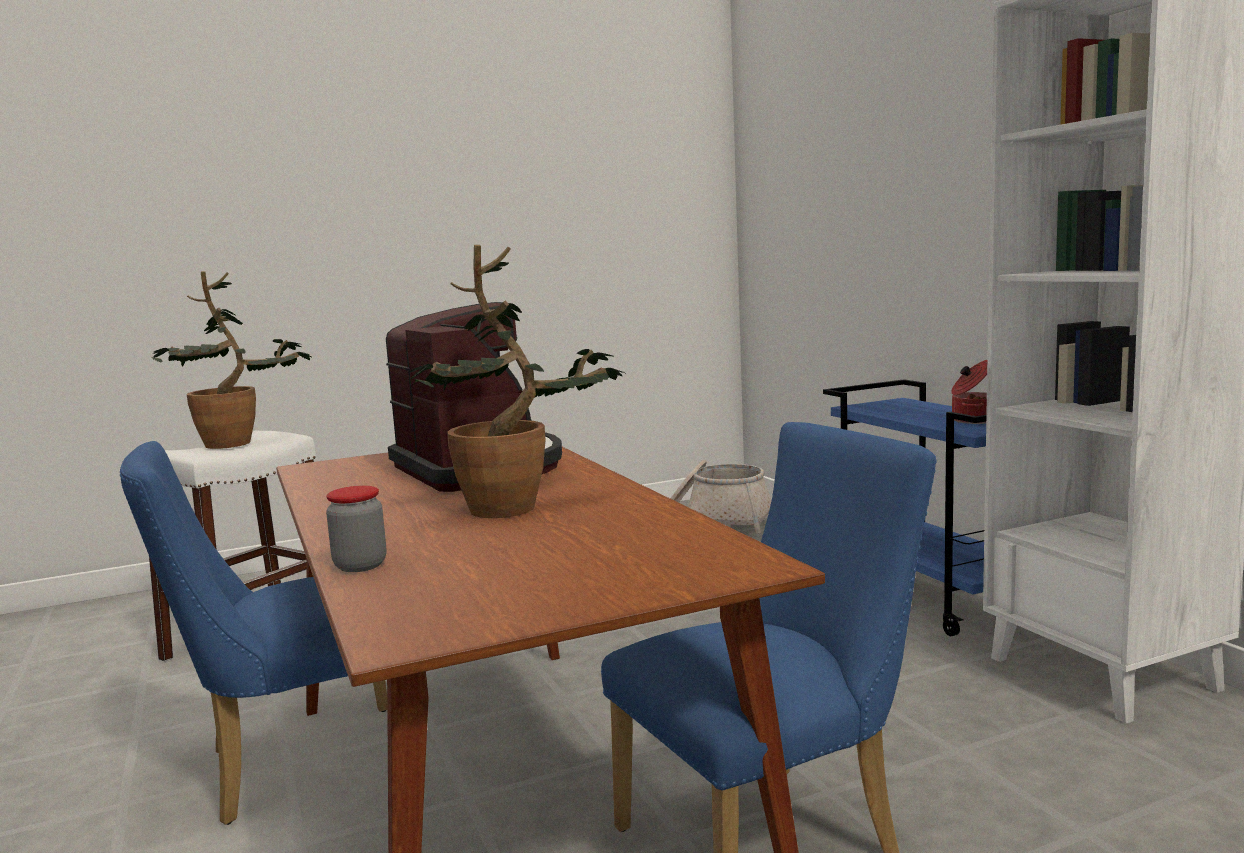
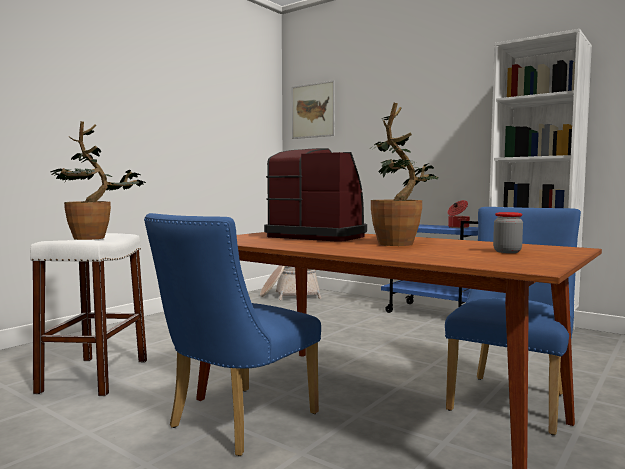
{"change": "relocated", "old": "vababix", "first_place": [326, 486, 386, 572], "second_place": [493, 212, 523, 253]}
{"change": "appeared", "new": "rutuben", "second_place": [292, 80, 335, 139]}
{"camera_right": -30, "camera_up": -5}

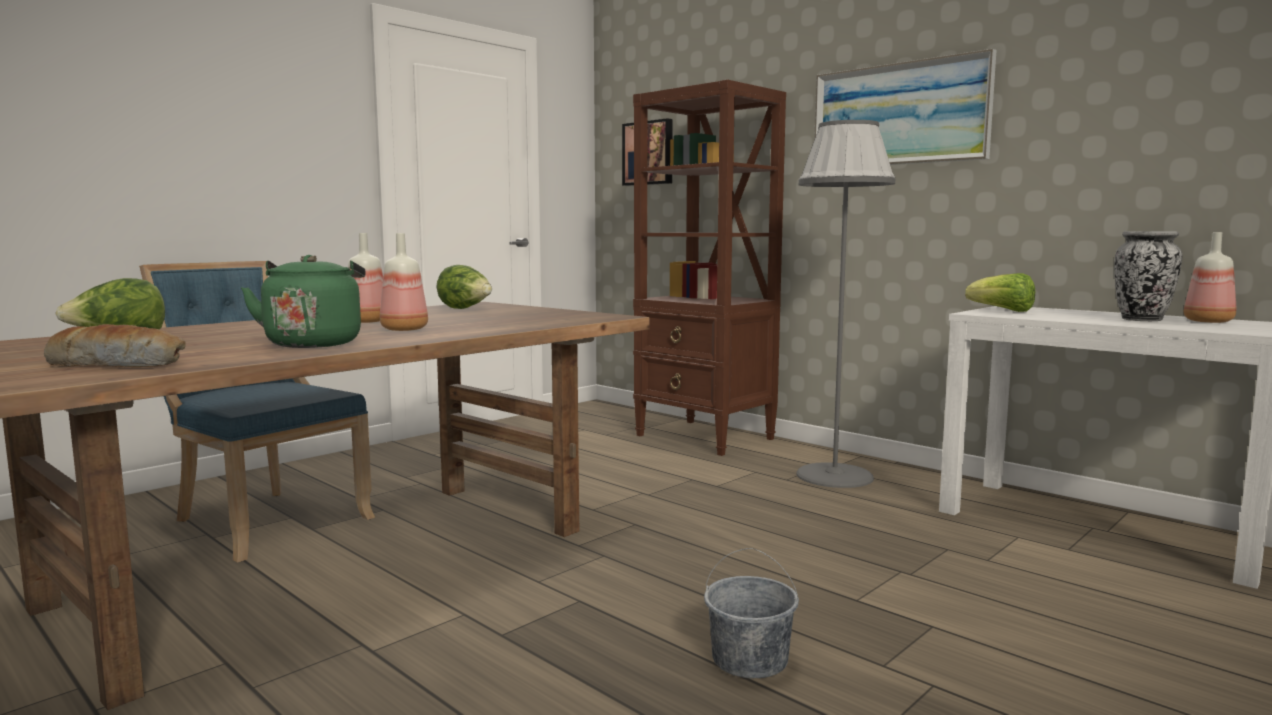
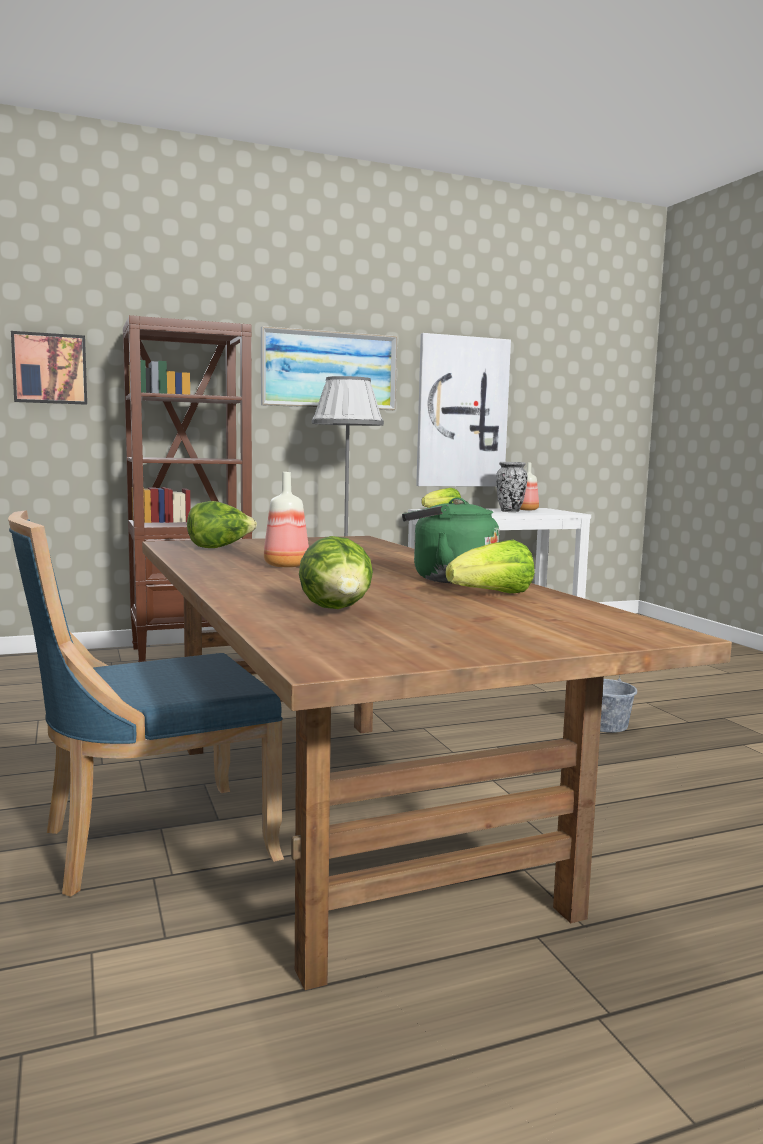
{"change": "missing", "old": "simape", "first_place": [380, 233, 428, 331]}
{"change": "missing", "old": "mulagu", "first_place": [44, 324, 186, 367]}
{"change": "appeared", "new": "rutuben", "second_place": [416, 333, 511, 486]}
{"change": "appeared", "new": "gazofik", "second_place": [446, 540, 535, 593]}
{"camera_right": -65, "camera_up": 0}

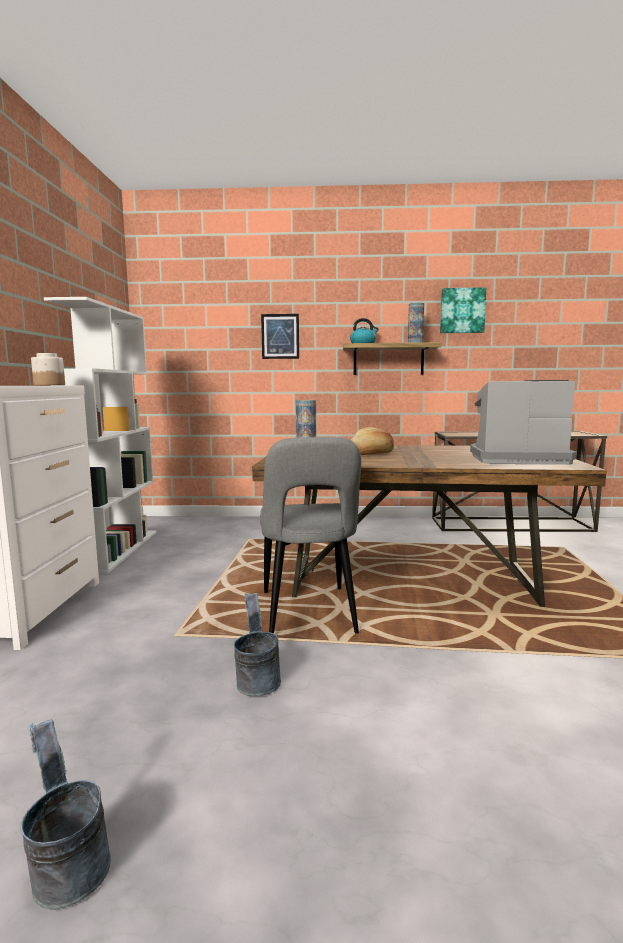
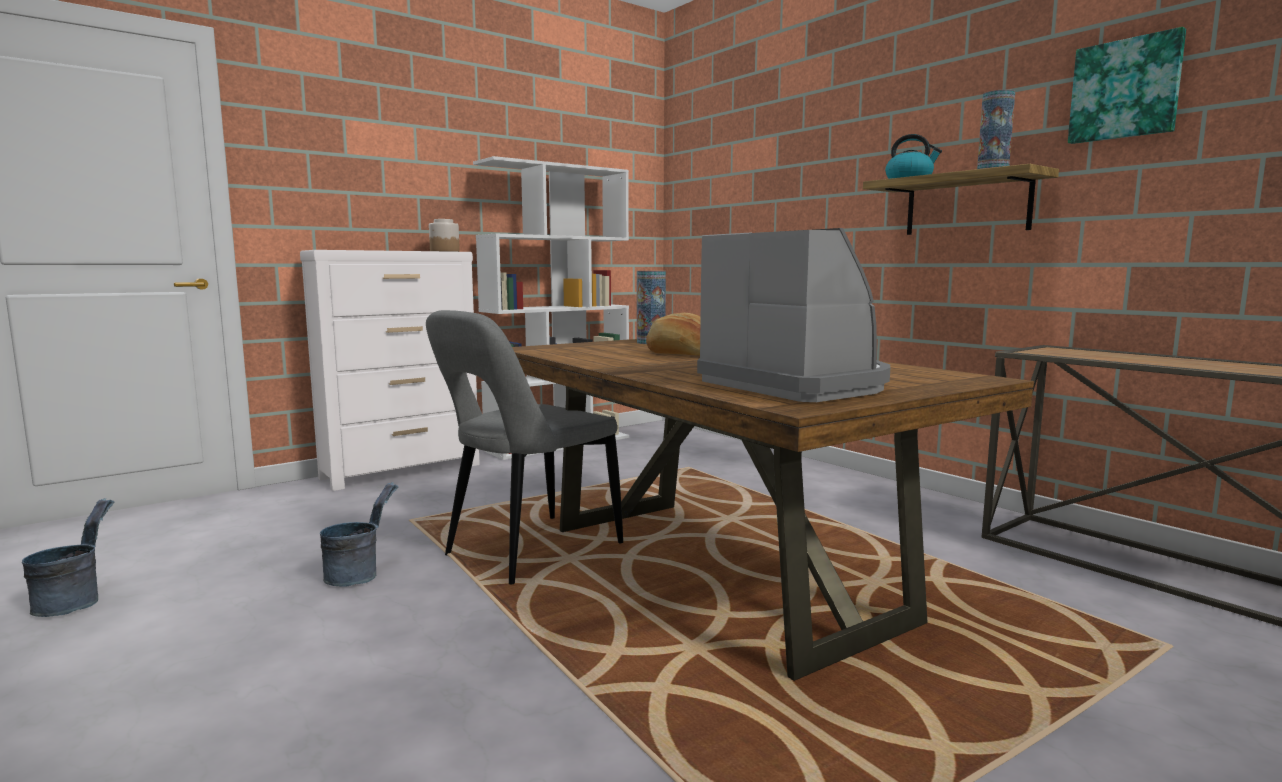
{"change": "missing", "old": "rutuben", "first_place": [261, 314, 299, 359]}
{"camera_right": 50, "camera_up": 0}

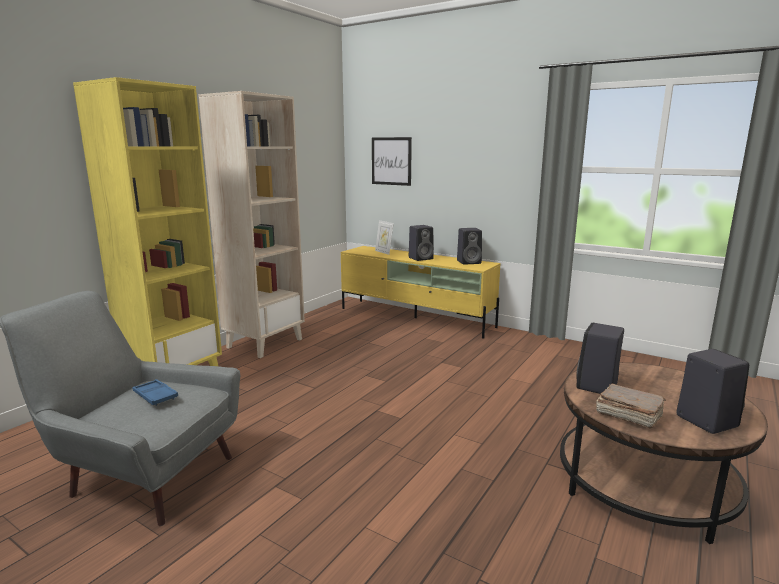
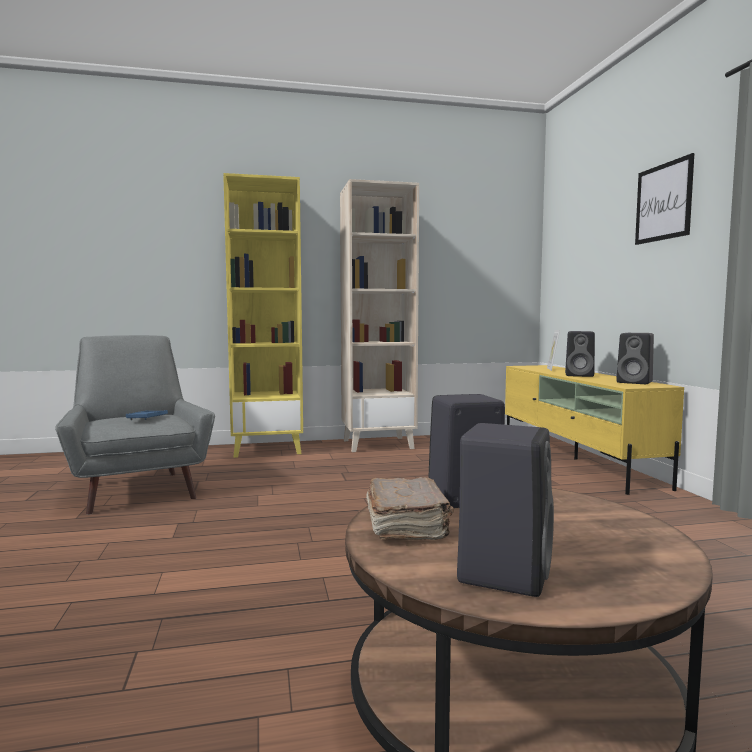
{"change": "relocated", "old": "rutuben", "first_place": [372, 137, 412, 186], "second_place": [635, 153, 694, 245]}
{"camera_right": 45, "camera_up": -10}

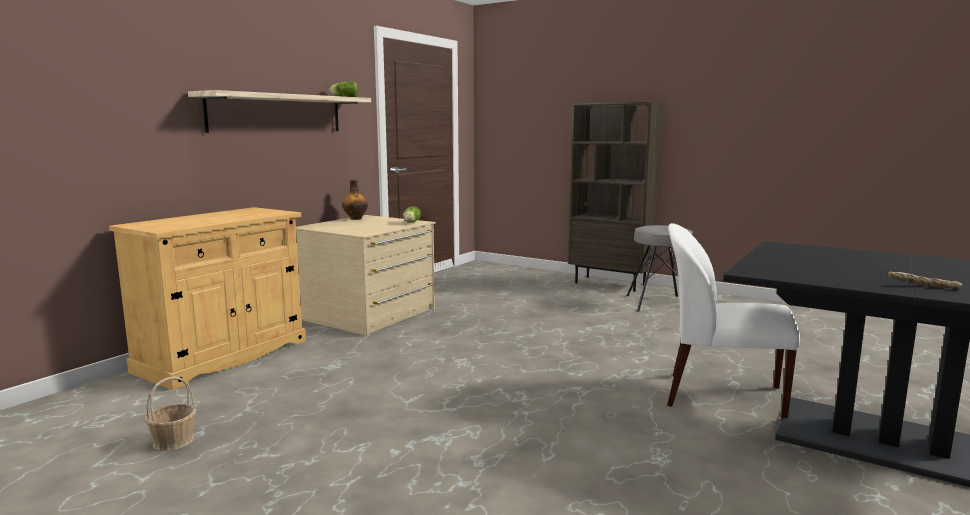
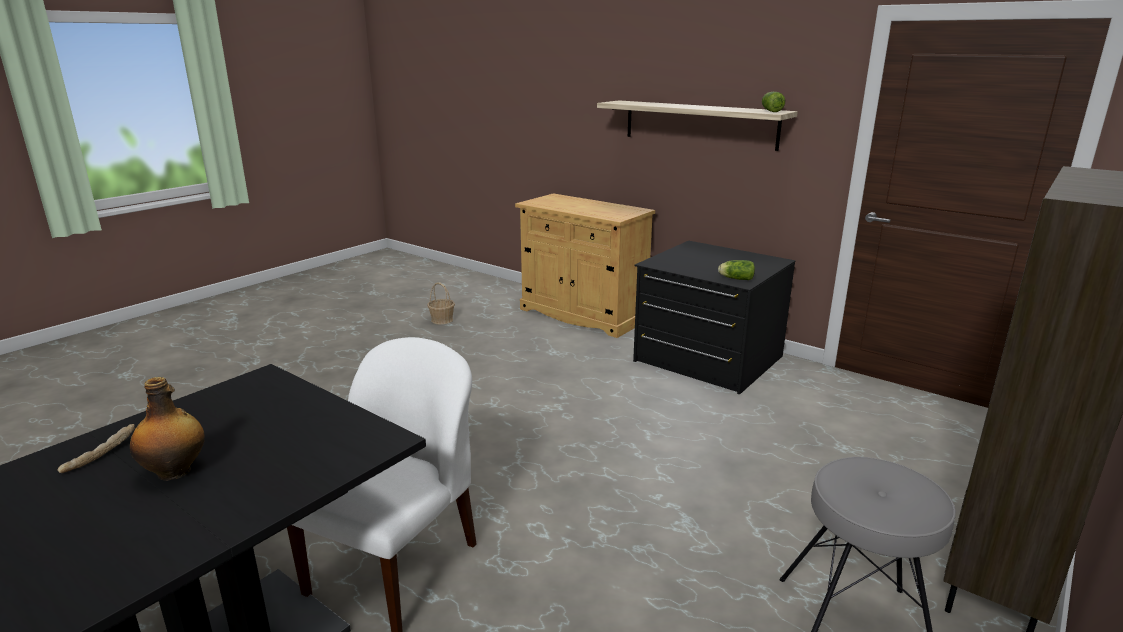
{"change": "relocated", "old": "simape", "first_place": [343, 179, 368, 220], "second_place": [130, 377, 205, 481]}
{"change": "colour", "old": "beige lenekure", "new": "black lenekure", "first_place": [296, 215, 436, 336], "second_place": [633, 240, 795, 394]}
{"camera_right": 95, "camera_up": 10}

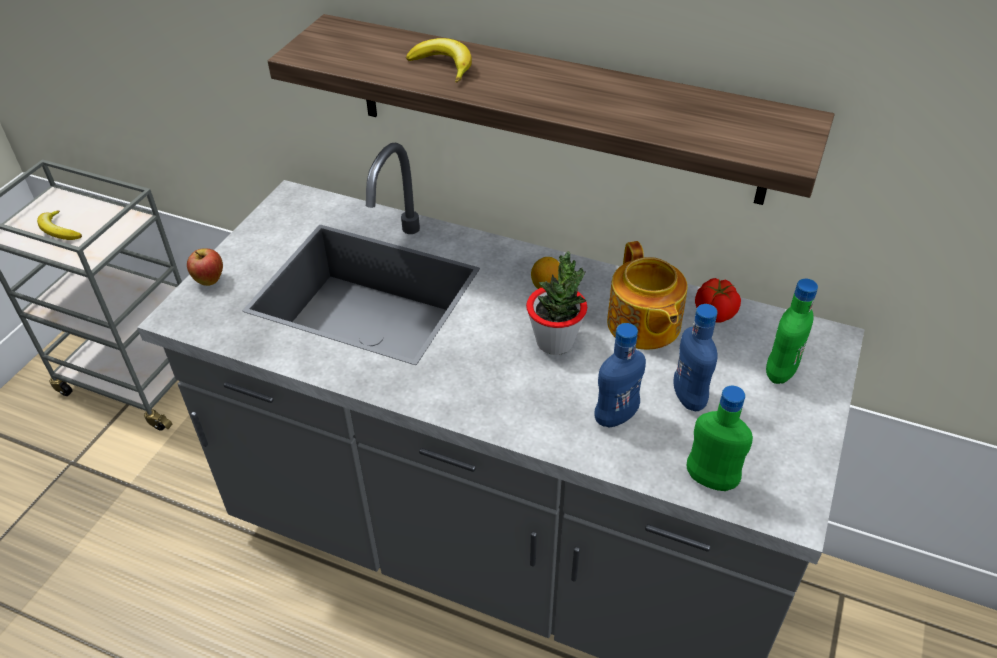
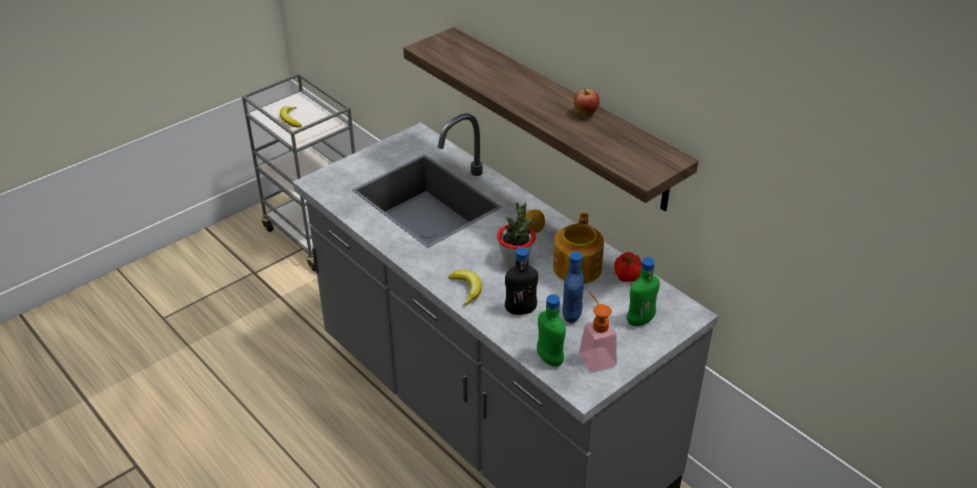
{"change": "relocated", "old": "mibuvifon", "first_place": [406, 38, 472, 83], "second_place": [449, 270, 482, 306]}
{"change": "relocated", "old": "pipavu", "first_place": [187, 248, 223, 286], "second_place": [574, 88, 600, 117]}
{"change": "colour", "old": "blue simape", "new": "black simape", "first_place": [595, 323, 646, 428], "second_place": [505, 247, 538, 315]}
{"change": "appeared", "new": "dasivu", "second_place": [579, 291, 617, 373]}
{"camera_right": 25, "camera_up": -5}

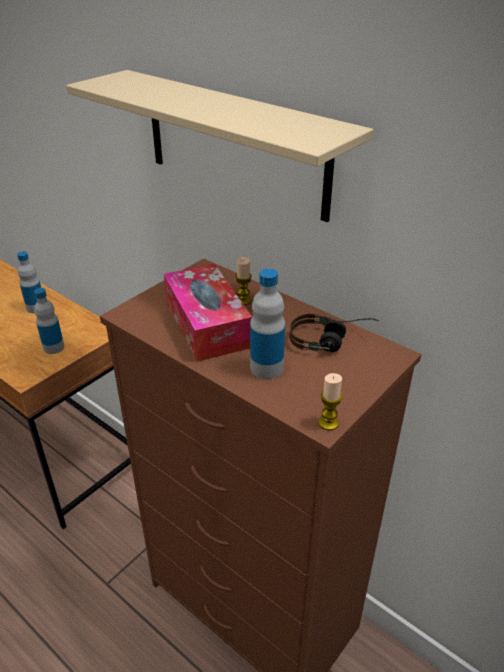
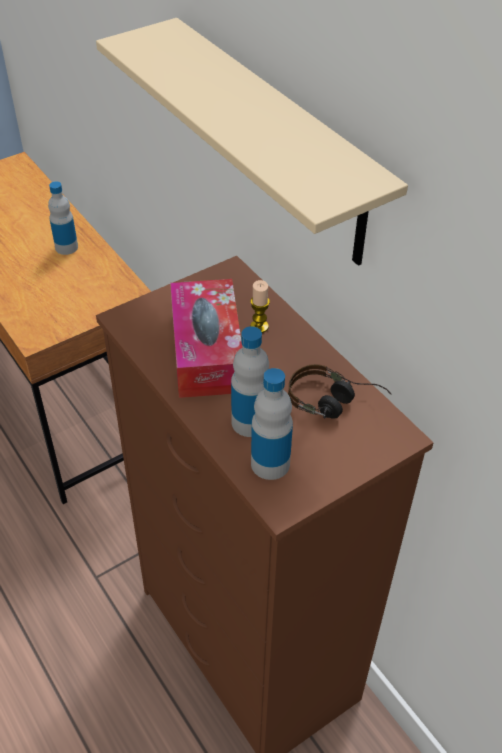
{"change": "relocated", "old": "simape", "first_place": [34, 288, 64, 354], "second_place": [251, 368, 293, 480]}
{"change": "missing", "old": "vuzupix", "first_place": [318, 373, 342, 430]}
{"camera_right": 15, "camera_up": 10}

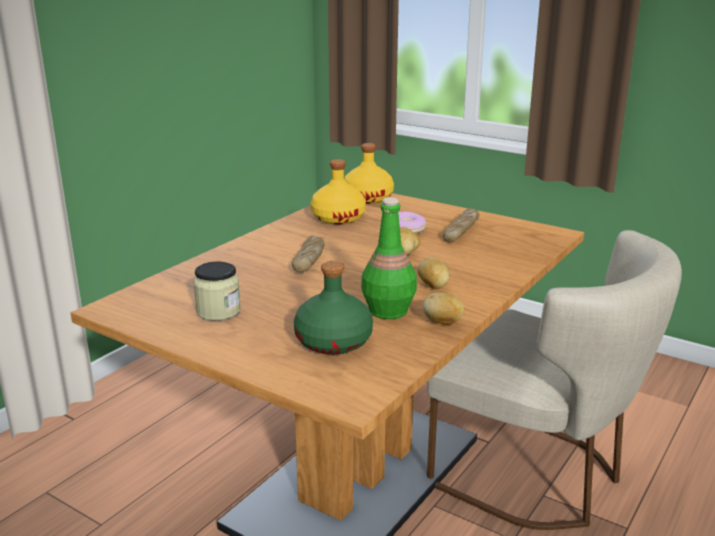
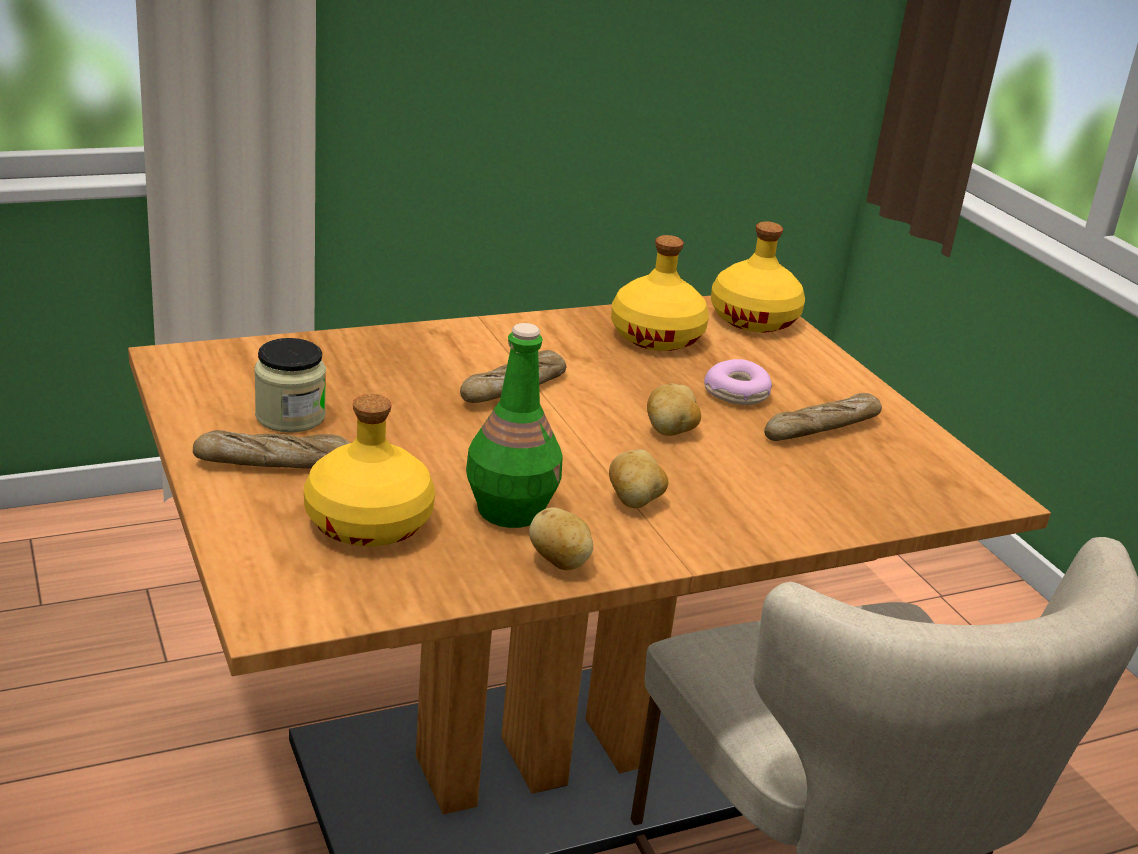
{"change": "colour", "old": "green simape", "new": "yellow simape", "first_place": [294, 261, 373, 355], "second_place": [304, 394, 435, 546]}
{"change": "appeared", "new": "mulagu", "second_place": [193, 430, 350, 469]}
{"camera_right": 30, "camera_up": 5}

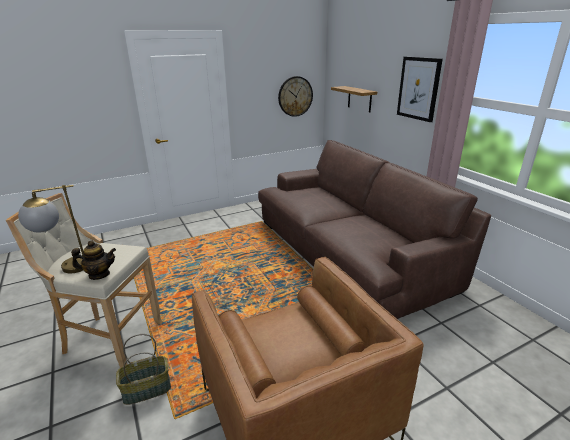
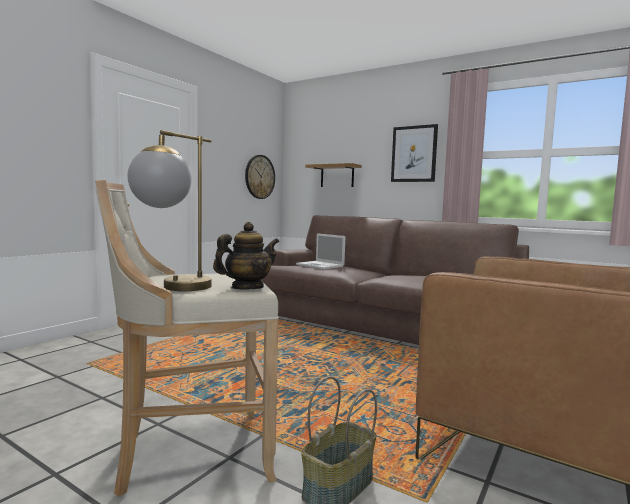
{"change": "appeared", "new": "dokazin", "second_place": [296, 233, 345, 269]}
{"camera_right": -30, "camera_up": -20}

